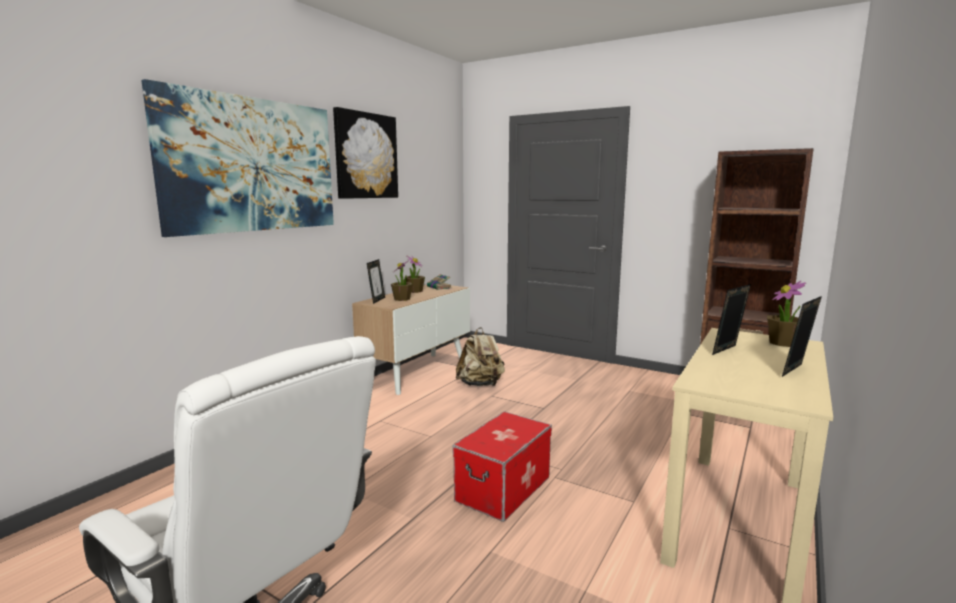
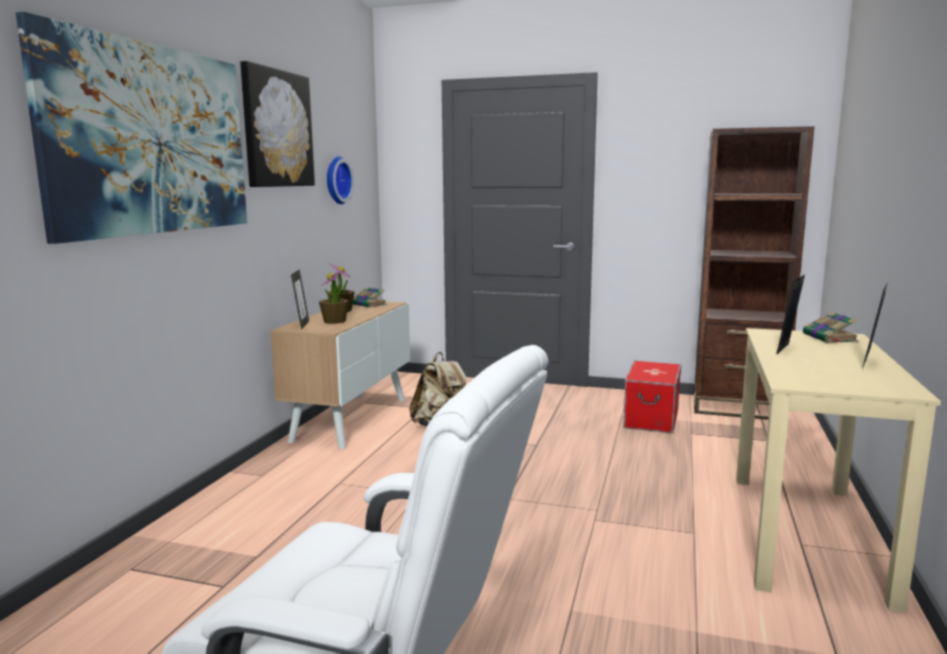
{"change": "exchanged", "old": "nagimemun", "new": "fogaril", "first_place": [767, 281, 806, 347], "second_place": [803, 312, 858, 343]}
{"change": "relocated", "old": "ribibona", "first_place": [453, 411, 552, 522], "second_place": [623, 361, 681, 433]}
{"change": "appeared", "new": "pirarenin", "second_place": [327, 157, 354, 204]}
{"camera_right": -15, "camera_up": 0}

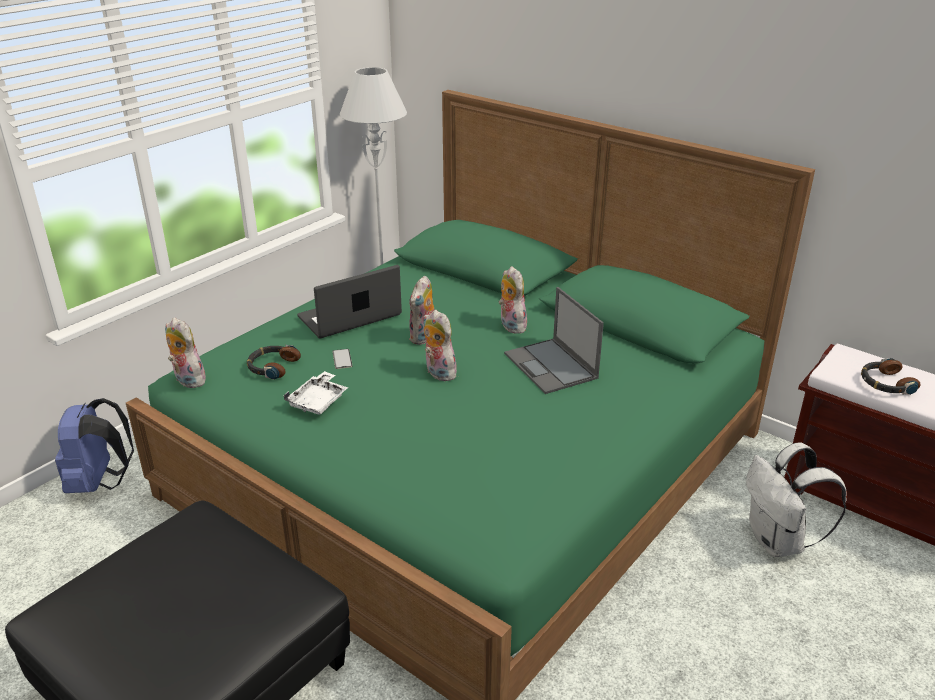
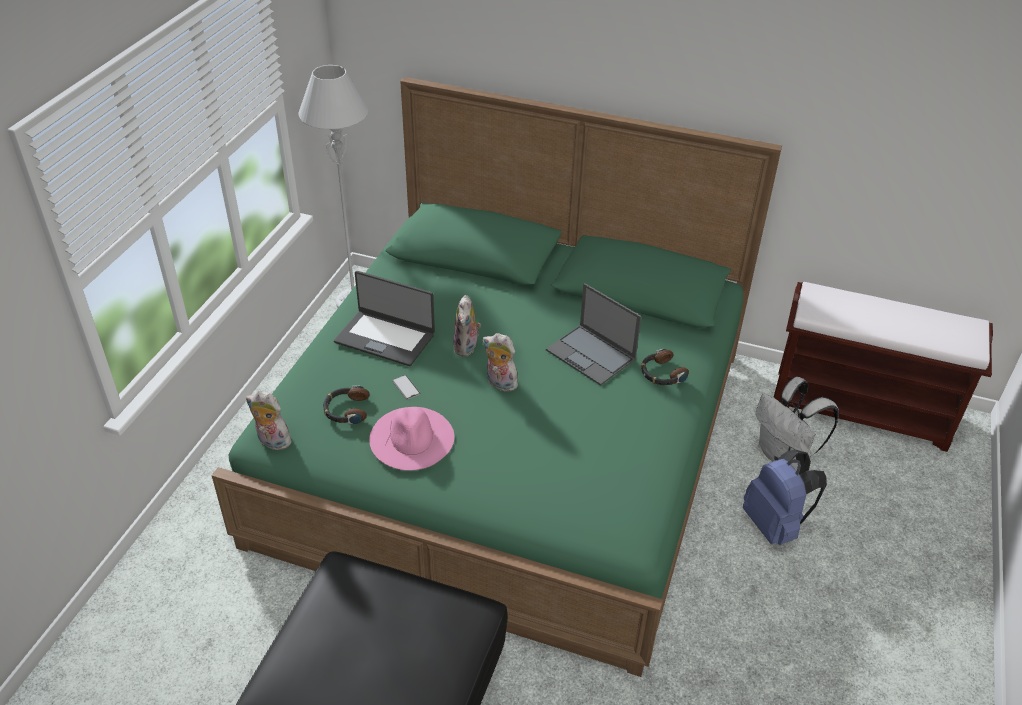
{"change": "spun", "old": "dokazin", "first_place": [297, 265, 402, 339], "second_place": [334, 271, 435, 366], "degrees": -105}
{"change": "missing", "old": "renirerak", "first_place": [498, 266, 527, 334]}
{"change": "relocated", "old": "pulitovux", "first_place": [861, 358, 920, 395], "second_place": [641, 348, 689, 385]}
{"change": "exchanged", "old": "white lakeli", "new": "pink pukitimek", "first_place": [283, 371, 348, 415], "second_place": [369, 407, 454, 470]}
{"change": "relocated", "old": "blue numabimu", "first_place": [55, 398, 134, 493], "second_place": [743, 450, 827, 545]}
{"camera_right": -20, "camera_up": 10}

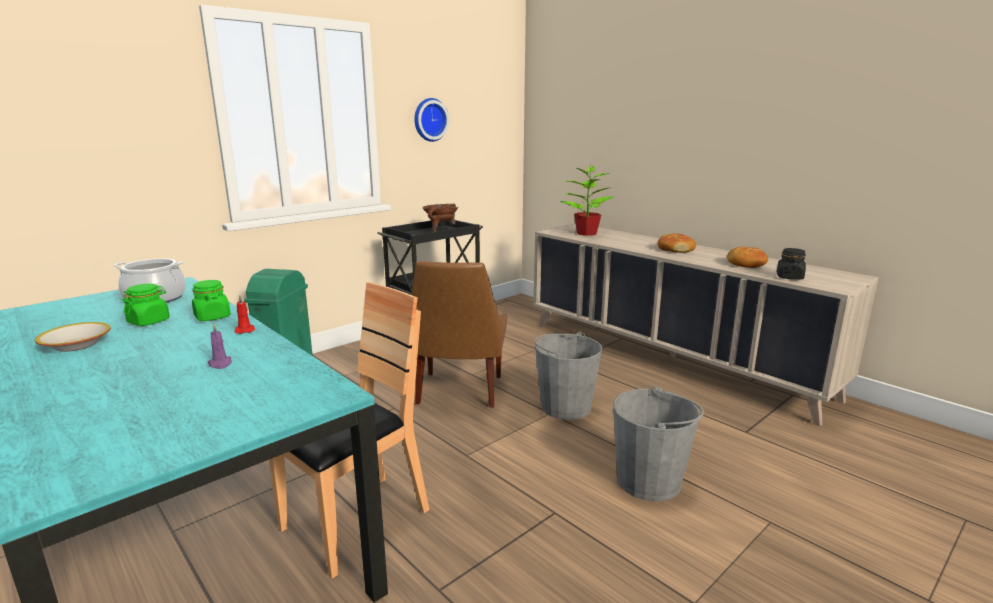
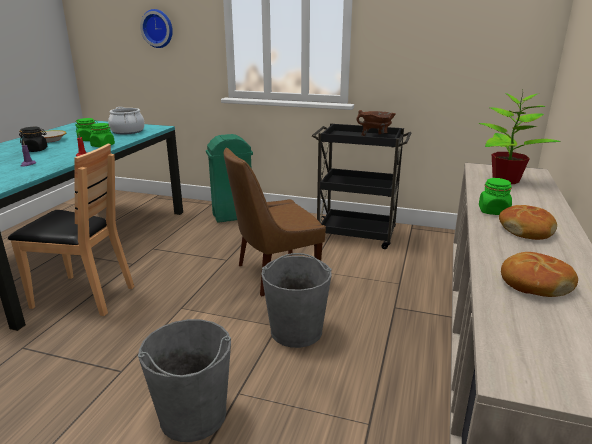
{"change": "relocated", "old": "pirarenin", "first_place": [414, 98, 449, 142], "second_place": [140, 9, 173, 48]}
{"change": "relocated", "old": "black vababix", "first_place": [777, 248, 806, 279], "second_place": [19, 127, 47, 152]}
{"change": "appeared", "new": "green vababix", "second_place": [479, 178, 512, 215]}
{"camera_right": 60, "camera_up": 5}

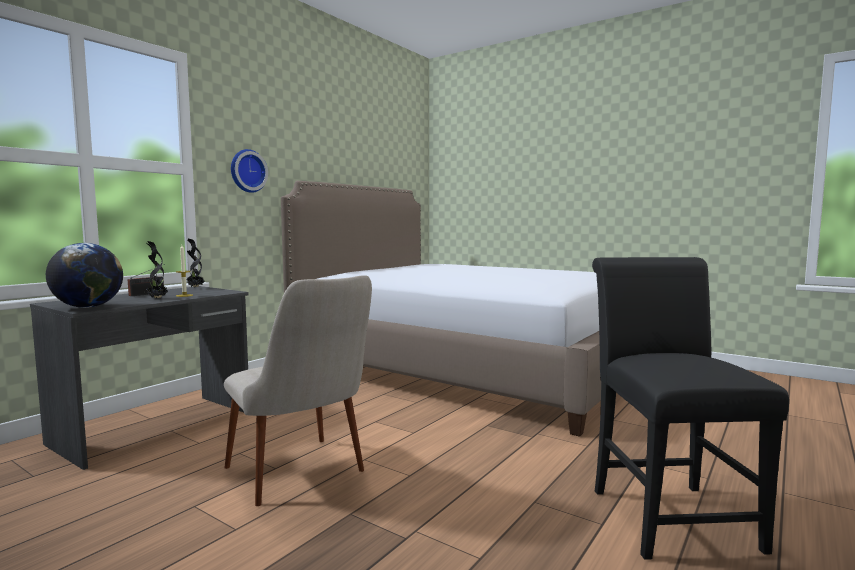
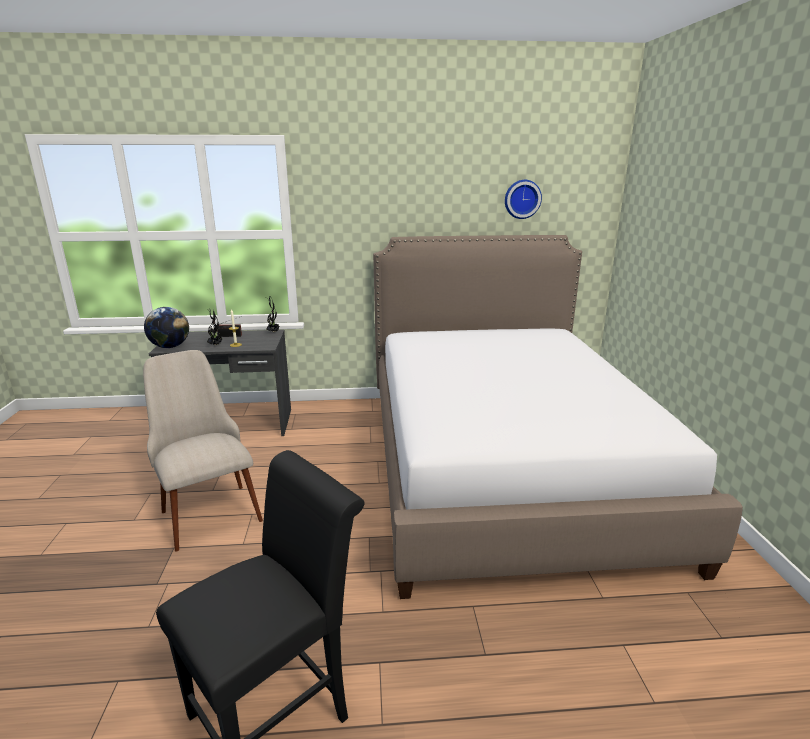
{"change": "relocated", "old": "pirarenin", "first_place": [231, 149, 268, 193], "second_place": [505, 180, 542, 219]}
{"change": "spun", "old": "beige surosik", "first_place": [224, 275, 372, 506], "second_place": [143, 350, 263, 552], "degrees": 135}
{"camera_right": 50, "camera_up": 15}

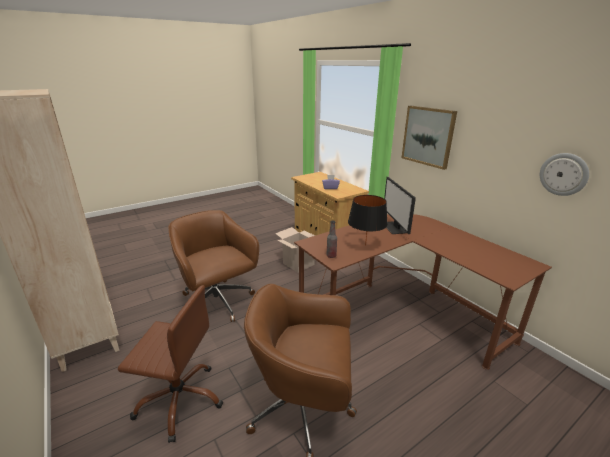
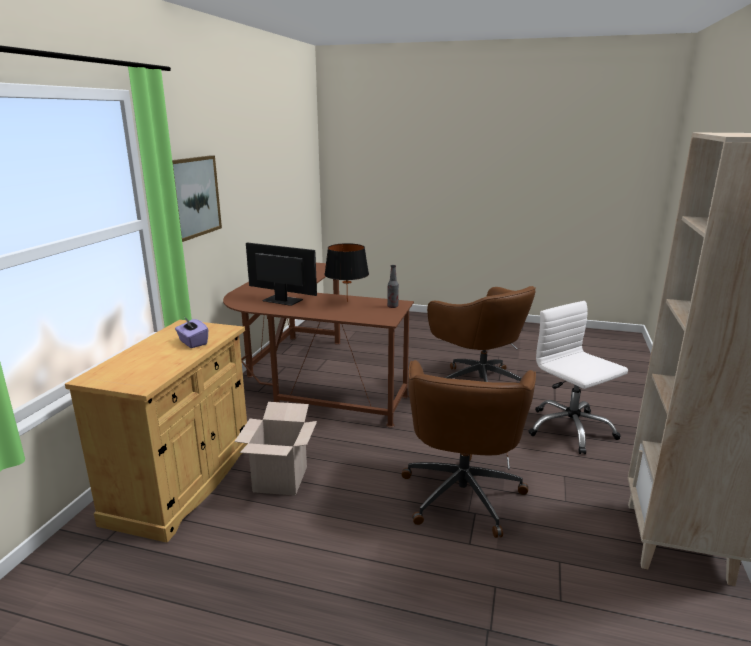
{"change": "missing", "old": "pirarenin", "first_place": [540, 153, 589, 196]}
{"change": "spun", "old": "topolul", "first_place": [384, 177, 416, 234], "second_place": [246, 243, 317, 306], "degrees": -105}
{"change": "colour", "old": "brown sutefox", "new": "white sutefox", "first_place": [118, 285, 223, 443], "second_place": [529, 301, 628, 454]}
{"camera_right": -130, "camera_up": -5}

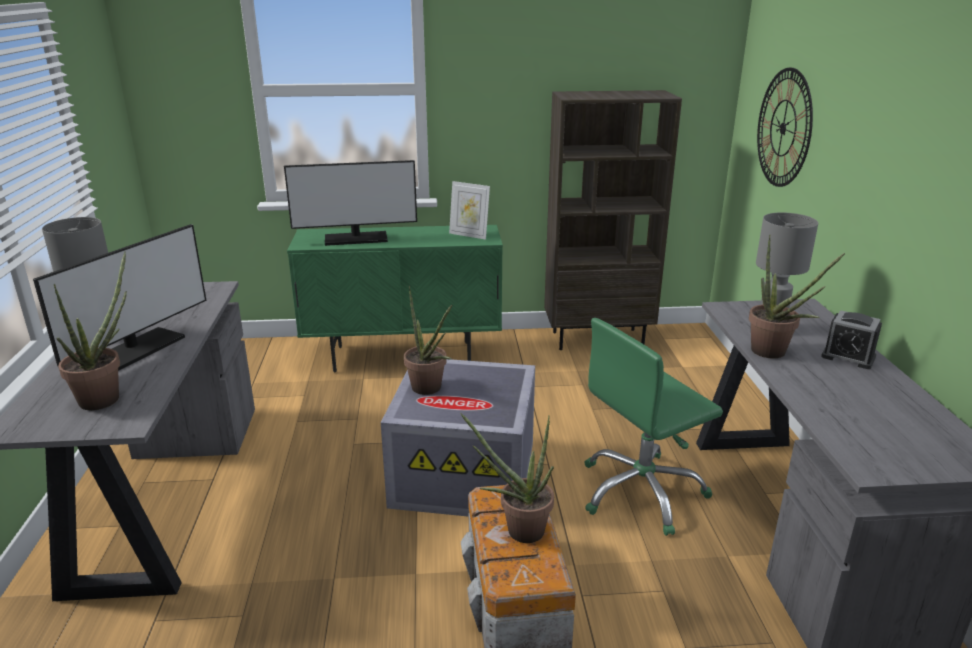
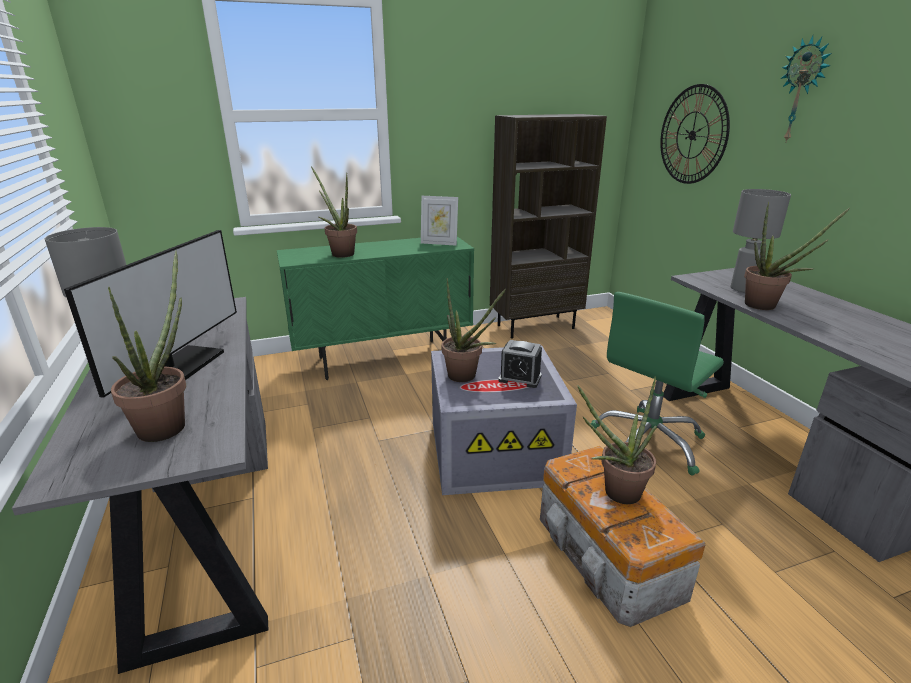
{"change": "exchanged", "old": "topolul", "new": "nagimemun", "first_place": [284, 160, 417, 246], "second_place": [311, 166, 357, 258]}
{"change": "relocated", "old": "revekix", "first_place": [821, 310, 882, 369], "second_place": [498, 340, 542, 388]}
{"change": "appeared", "new": "pirarenin", "second_place": [780, 35, 832, 142]}
{"camera_right": -15, "camera_up": 0}

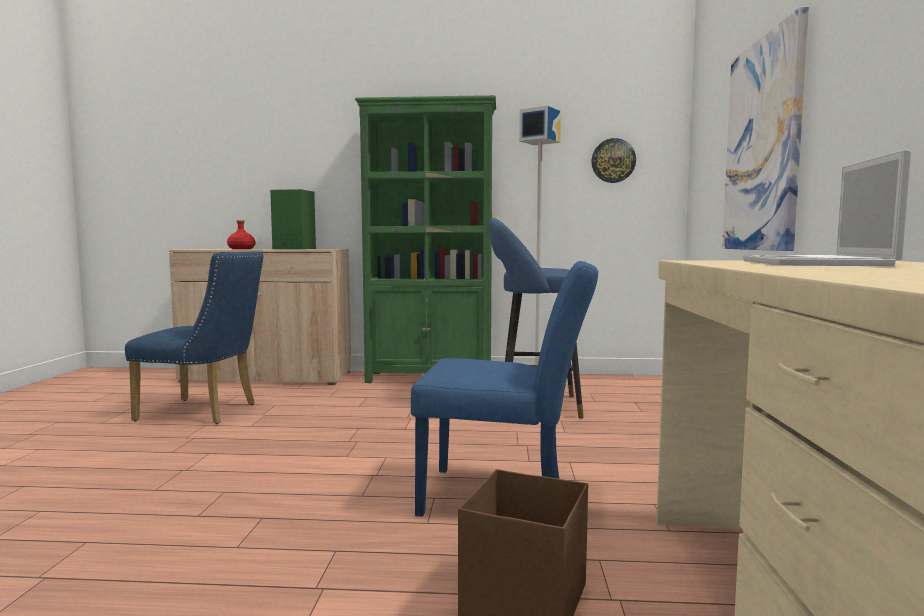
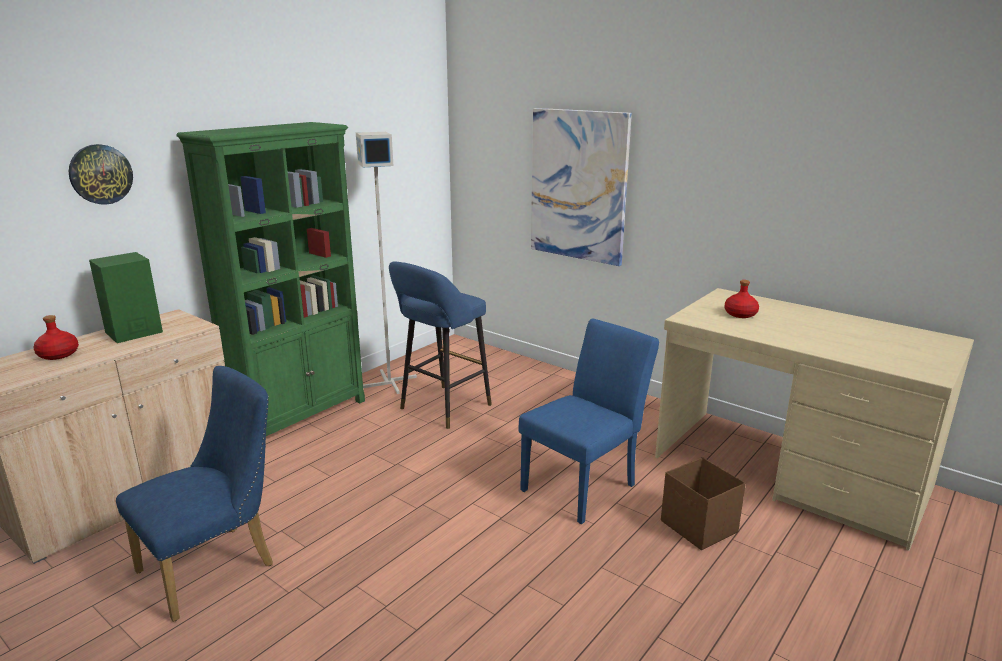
{"change": "relocated", "old": "pirarenin", "first_place": [591, 138, 636, 183], "second_place": [69, 144, 133, 205]}
{"change": "exchanged", "old": "dokazin", "new": "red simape", "first_place": [743, 149, 911, 266], "second_place": [725, 280, 759, 318]}
{"camera_right": -55, "camera_up": 15}

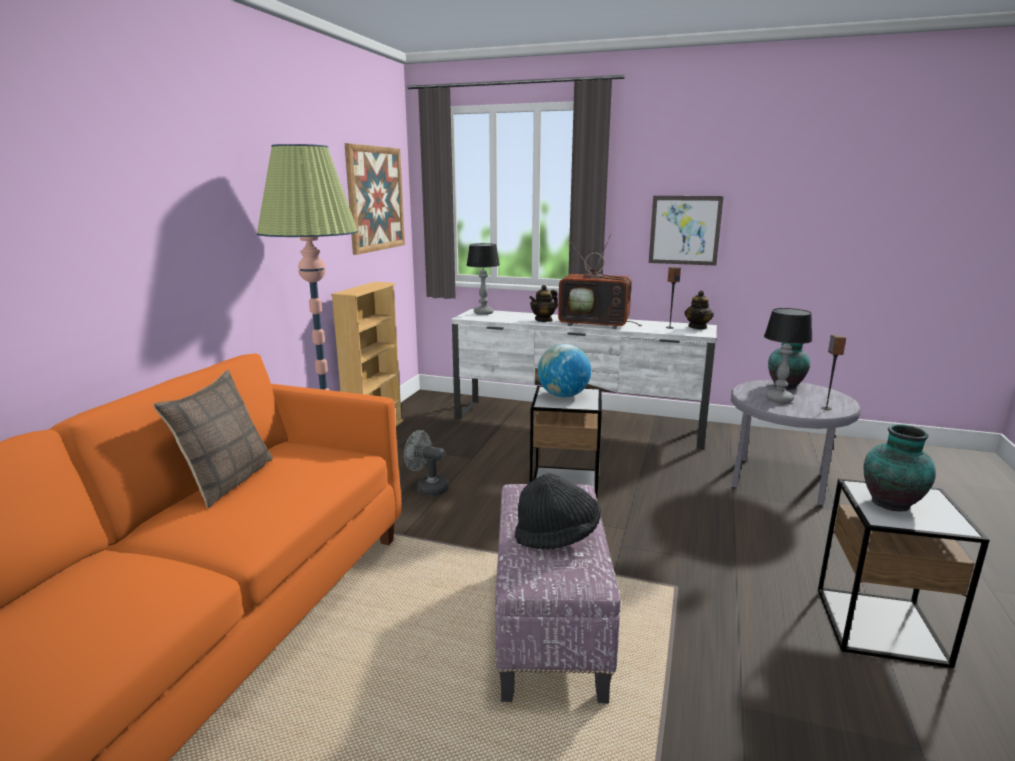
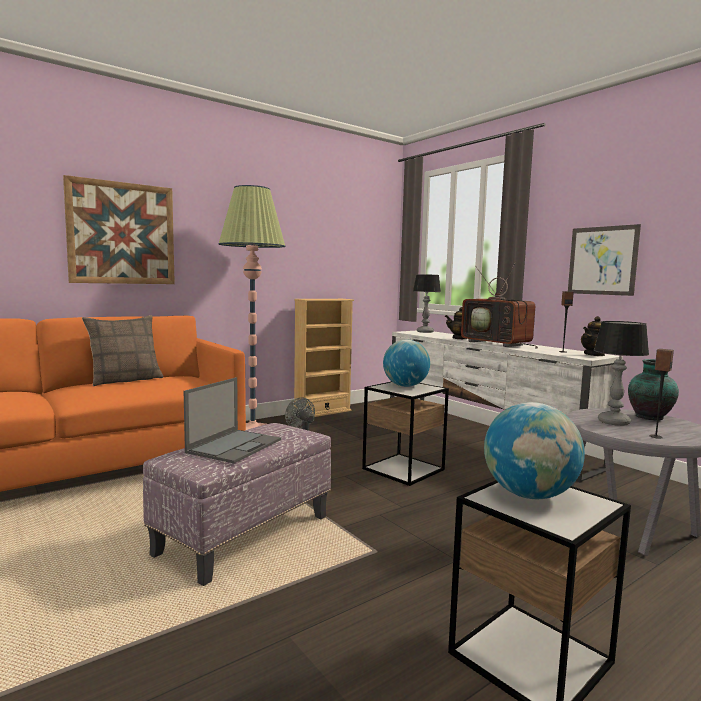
{"change": "relocated", "old": "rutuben", "first_place": [345, 143, 405, 255], "second_place": [63, 175, 175, 284]}
{"change": "exchanged", "old": "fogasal", "new": "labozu", "first_place": [864, 424, 936, 511], "second_place": [484, 402, 585, 499]}
{"change": "exchanged", "old": "black pukitimek", "new": "dokazin", "first_place": [515, 473, 601, 549], "second_place": [184, 377, 281, 463]}
{"camera_right": 35, "camera_up": -10}

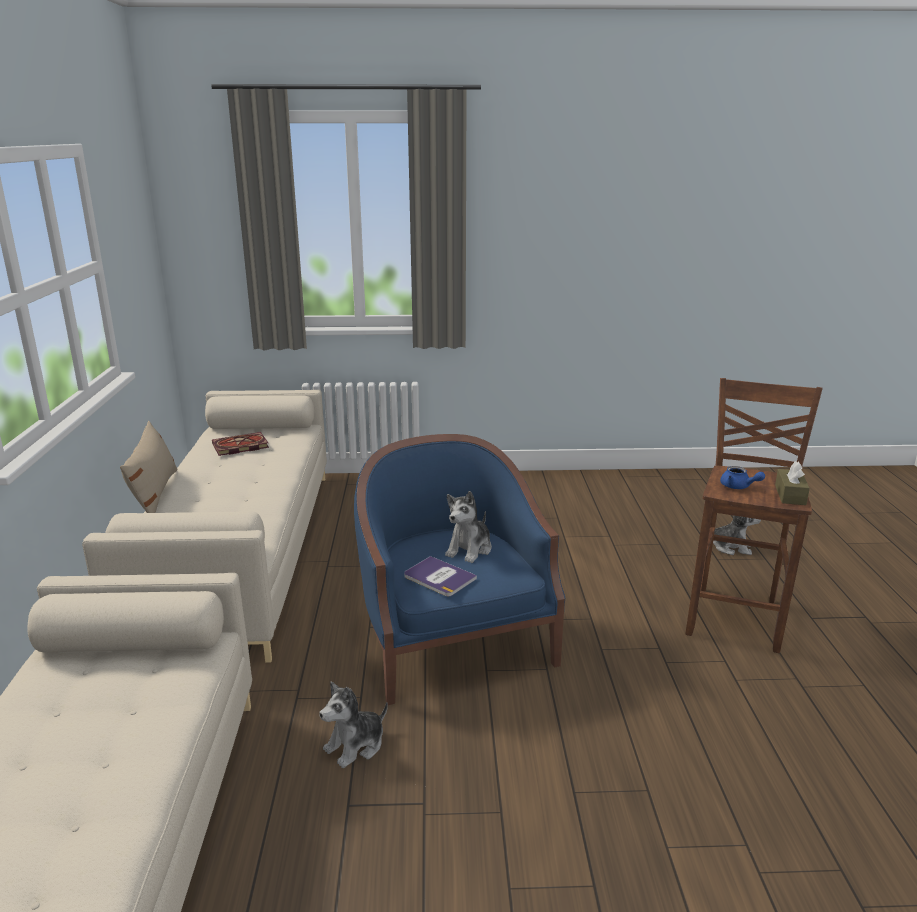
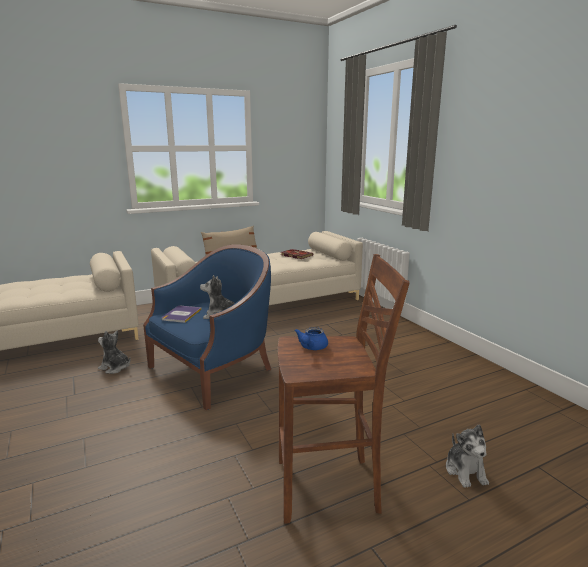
{"change": "missing", "old": "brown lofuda", "first_place": [775, 461, 810, 505]}
{"camera_right": 65, "camera_up": -5}

